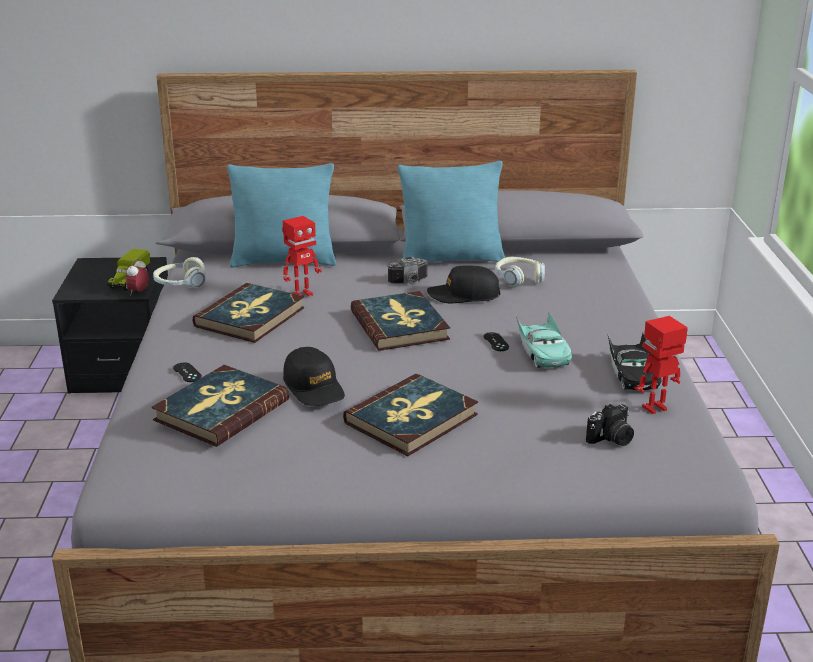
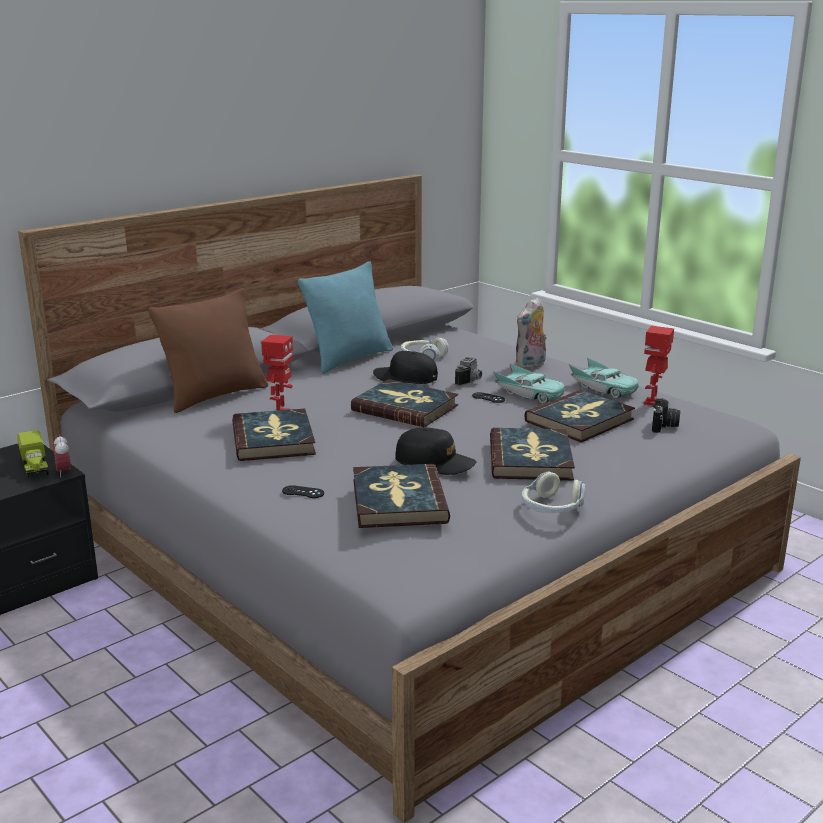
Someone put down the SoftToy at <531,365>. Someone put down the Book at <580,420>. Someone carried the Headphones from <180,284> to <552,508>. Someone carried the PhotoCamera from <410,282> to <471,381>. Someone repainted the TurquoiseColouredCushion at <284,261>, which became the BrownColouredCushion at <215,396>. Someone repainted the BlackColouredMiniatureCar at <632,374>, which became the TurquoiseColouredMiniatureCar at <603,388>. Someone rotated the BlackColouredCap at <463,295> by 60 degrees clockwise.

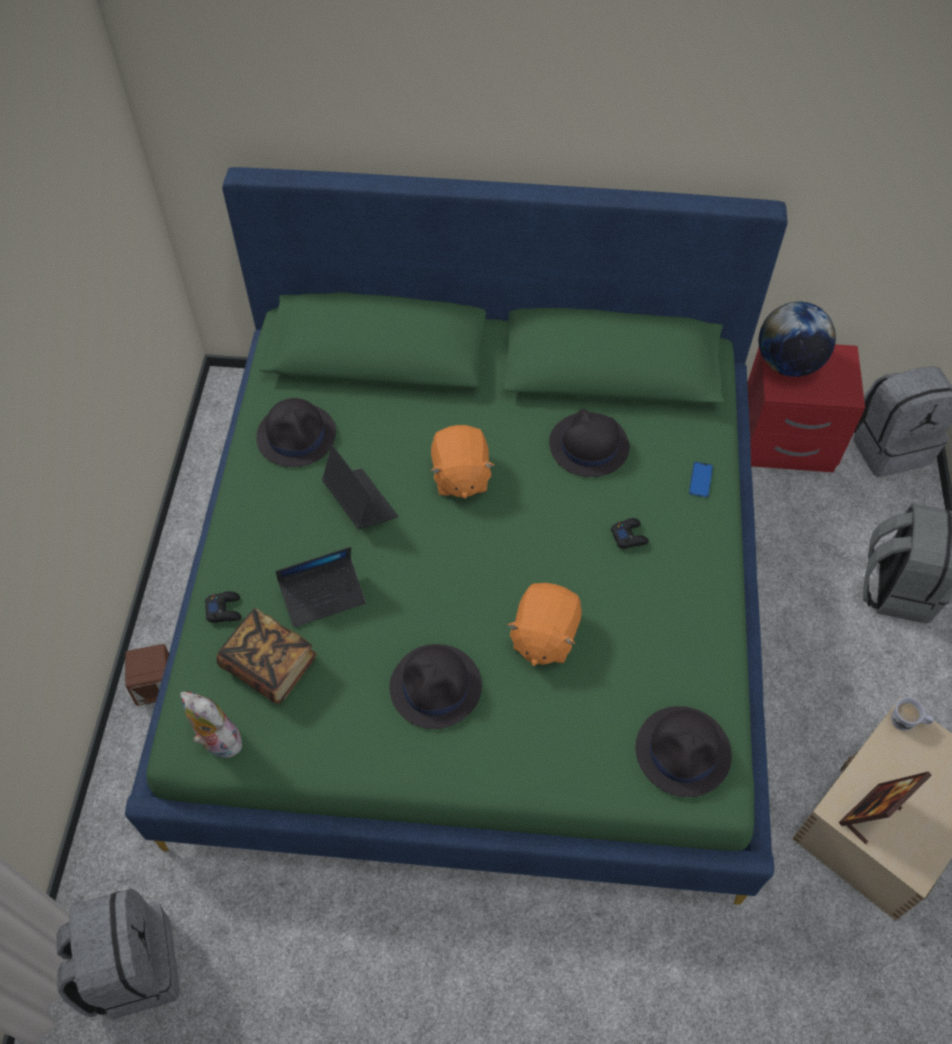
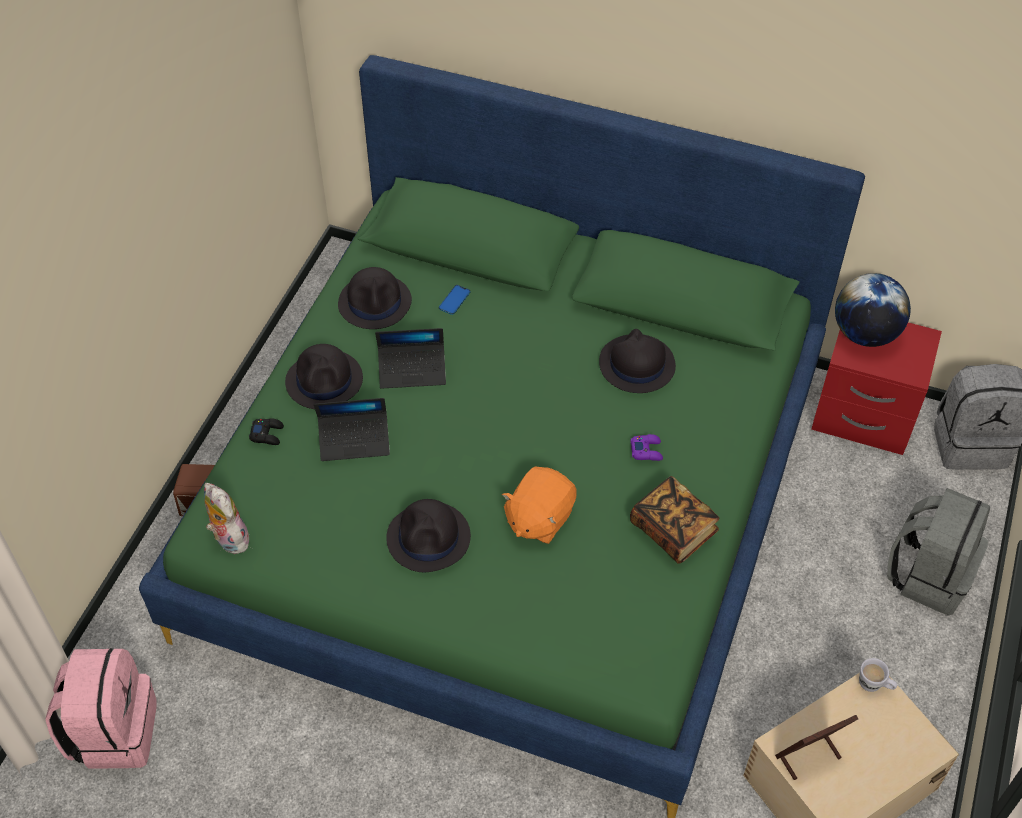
Someone took away the OrangeSoftToy at <460,476>. Someone carried the Book from <270,665> to <673,530>. Someone carried the BlackColouredClothingHat from <683,751> to <325,381>. Someone carried the Handset from <700,480> to <454,300>. Someone repainted the GrayRucksack at <132,967>, which became the PinkColouredRucksack at <114,731>. Someone repainted the BlackColouredJoypad at <629,536>, which became the PurplishJoypad at <646,450>. Someone rotated the PortableComputer at <360,502> by 105 degrees clockwise.

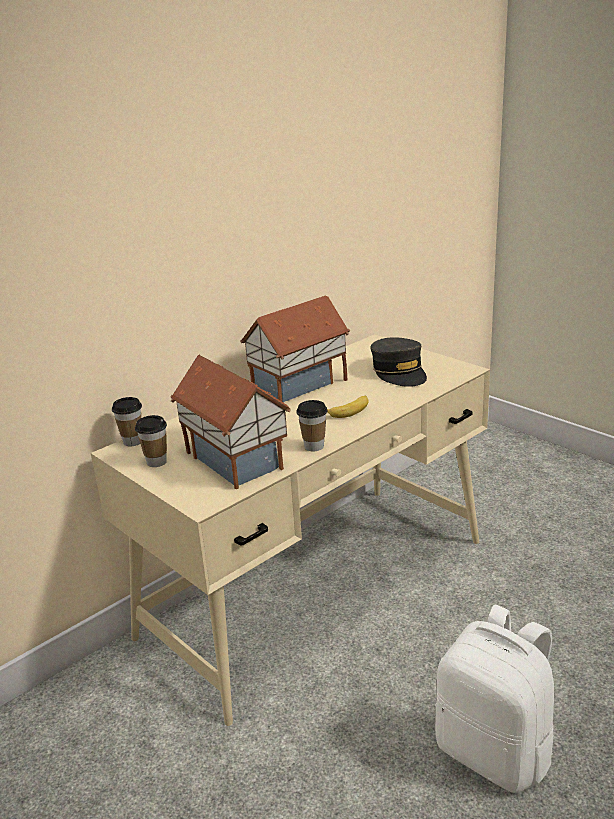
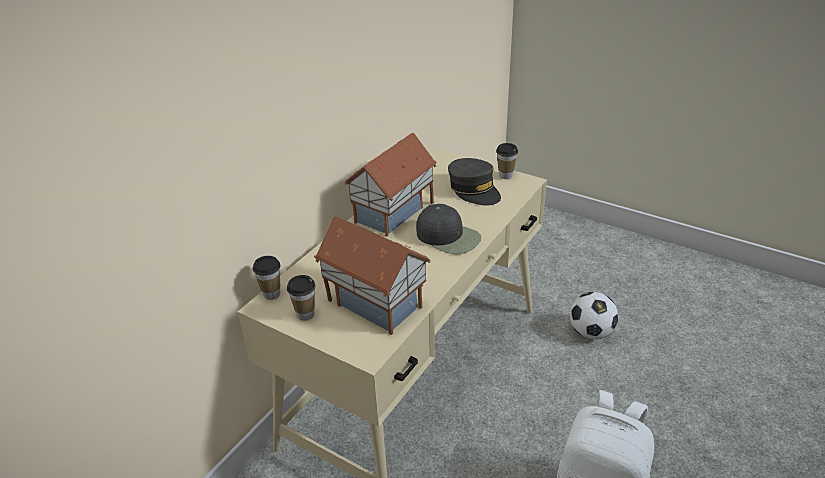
Someone put down the FootballBall at <590,332>. Someone carried the DrinkingCup from <314,446> to <505,175>. Someone swapped the BananaFruit at <347,410> for the BlackColouredCap at <448,236>.

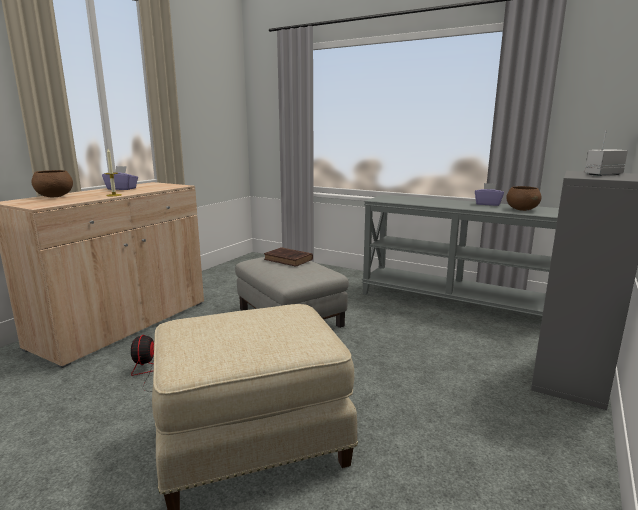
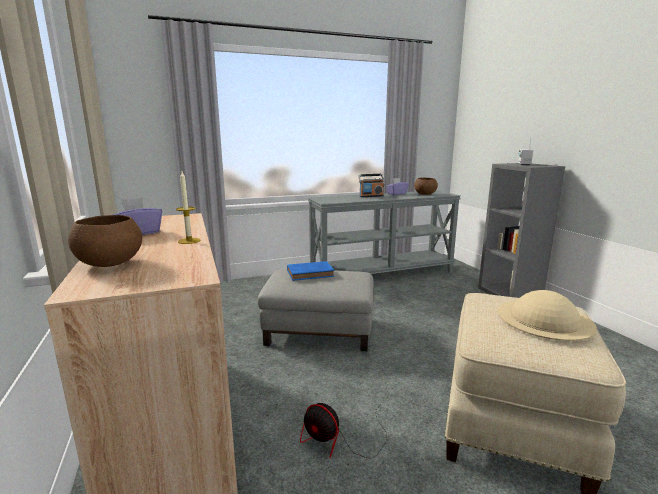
Someone put down the RadioSet at <371,196>. Someone put down the SandColouredClothingHat at <544,318>. Someone repainted the BrownColouredBook at <289,260>, which became the BlueColouredBook at <311,273>.

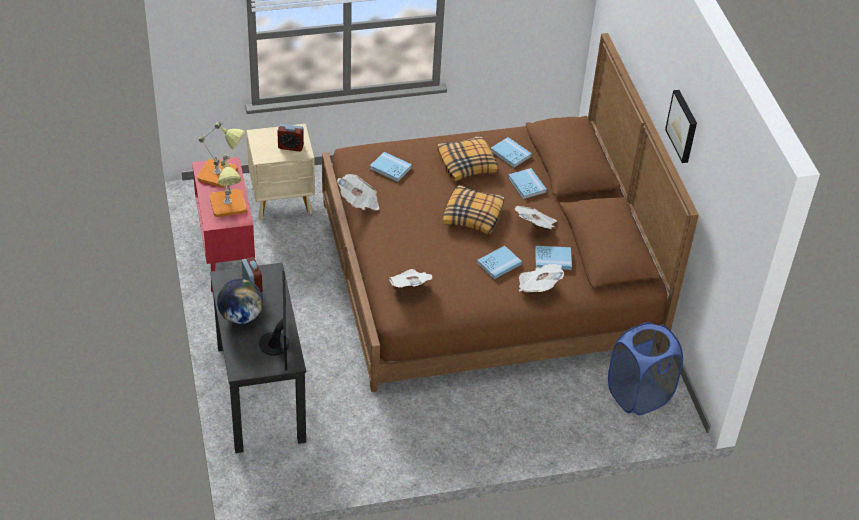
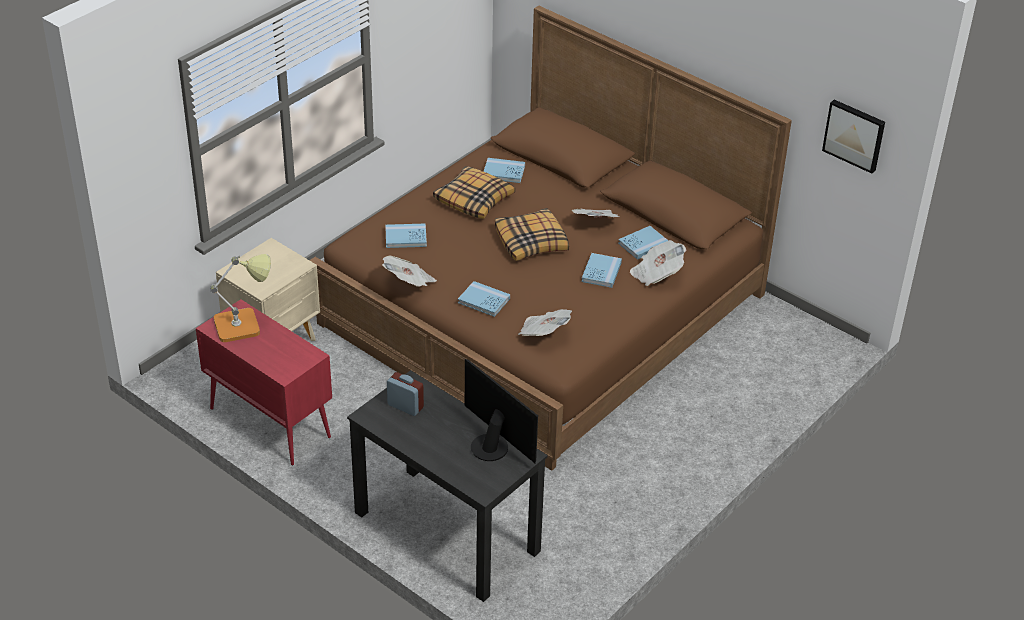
Someone took away the TableLamp at <229,207>. Someone took away the WorldGlobe at <241,316>. Someone took away the BedsideClock at <291,146>. Someone took away the BlueColouredLaundryBasket at <638,395>. Someone carried the BlueColouredBook from <527,185> to <484,301>. Someone carried the WallPicture from <683,126> to <854,135>.

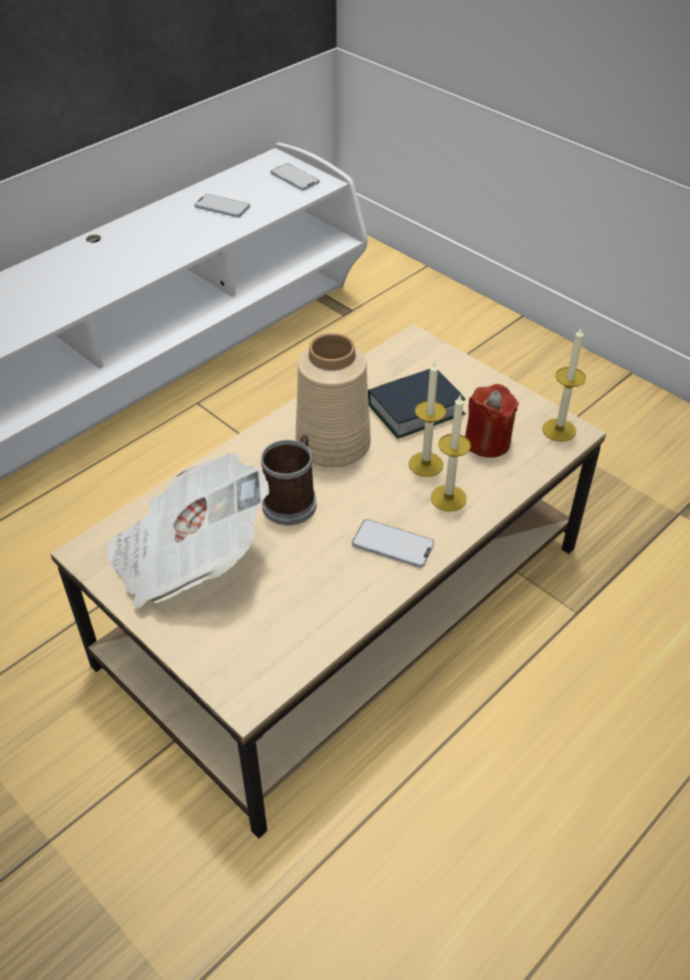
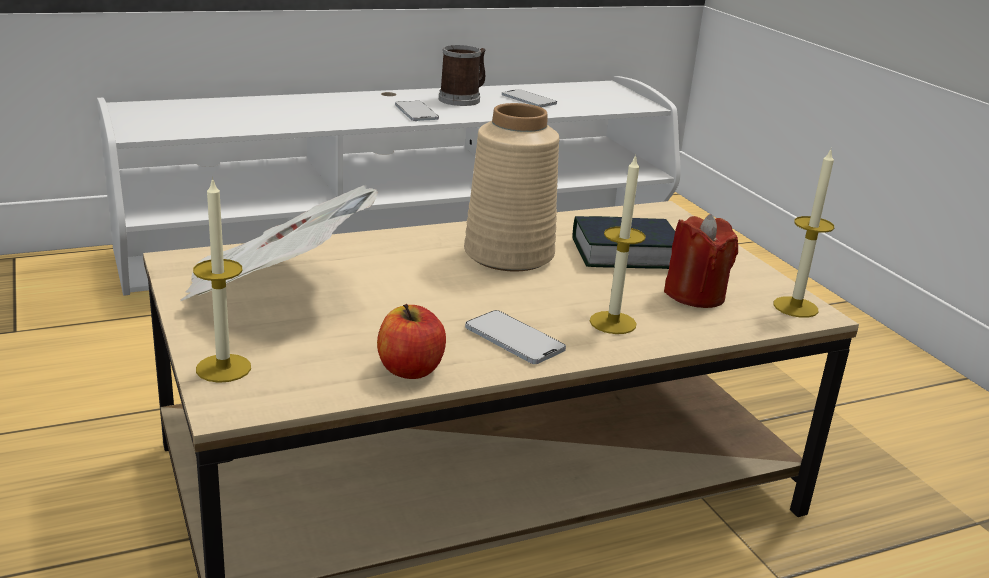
Someone put down the Apple at <410,369>. Someone carried the Mug from <292,500> to <463,99>. Someone carried the Handset from <294,178> to <416,112>. Someone carried the WaxLight from <425,464> to <223,368>.

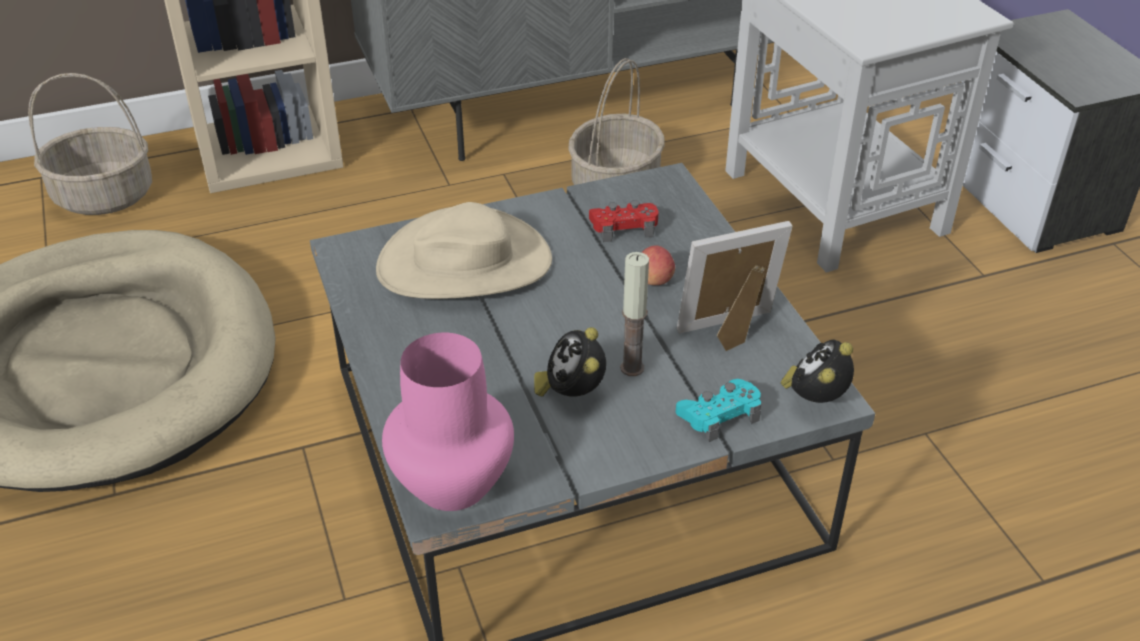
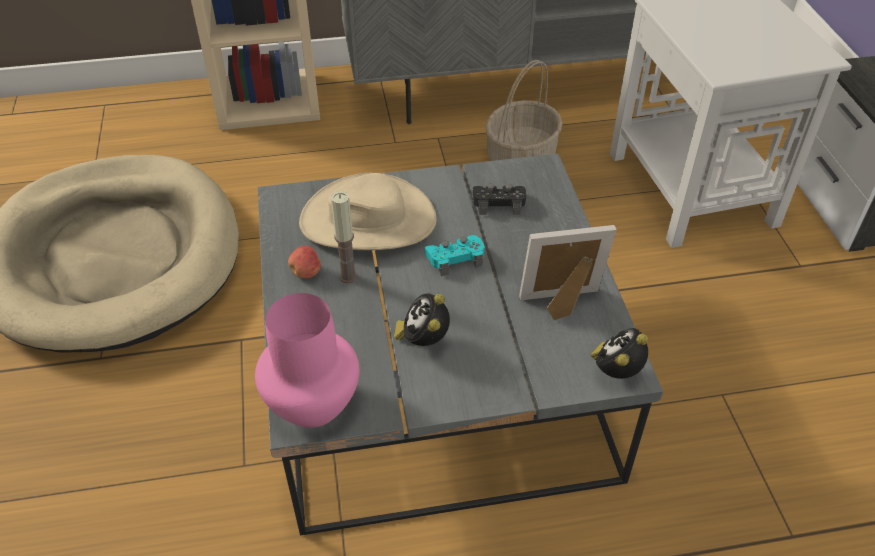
Someone took away the StorageBasket at <103,197>. Someone carried the WaxLight from <632,368> to <348,276>. Someone carried the Apple from <654,280> to <306,272>. Someone carried the TurquoiseColouredJoypad from <719,415> to <455,259>. Someone repainted the RedJoypad at <624,227>, which became the BlackColouredJoypad at <499,203>.

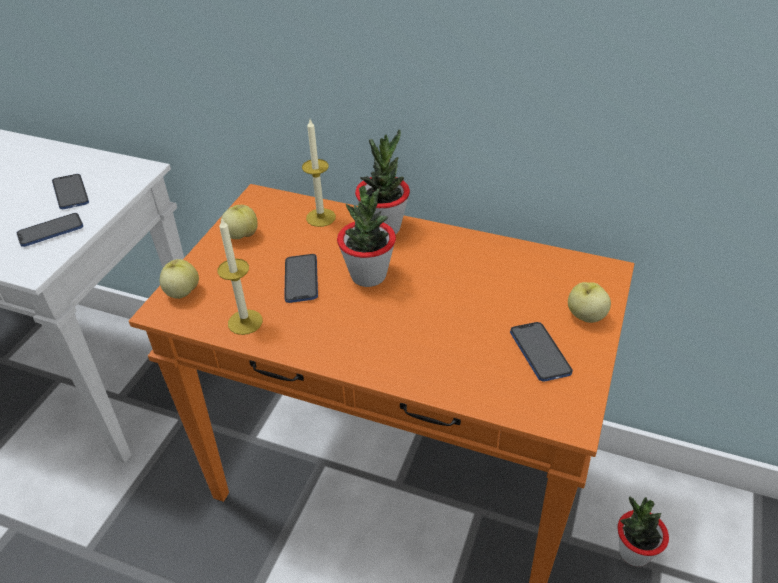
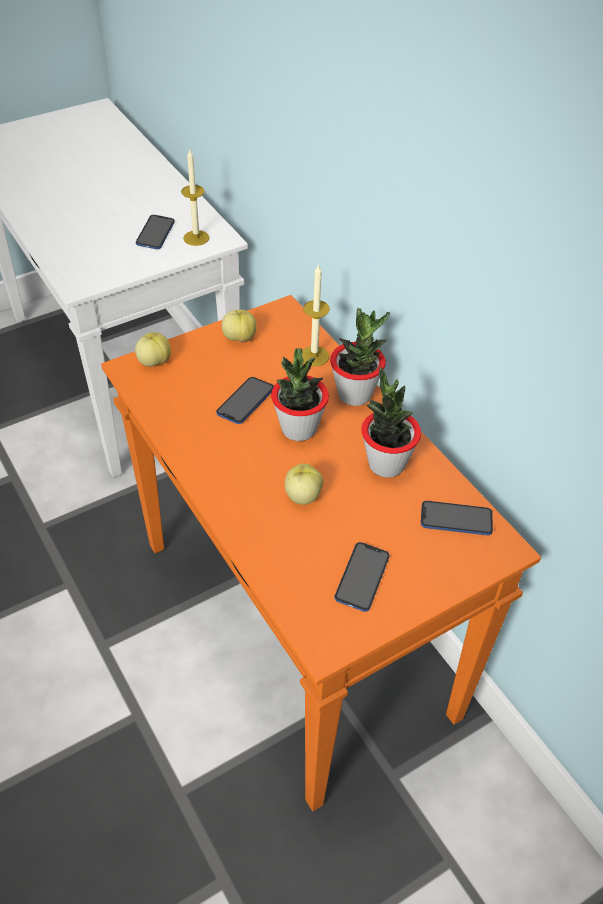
Someone carried the Handset from <51,231> to <456,519>. Someone carried the WaxLight from <245,322> to <196,238>. Someone carried the Apple from <585,316> to <302,496>. Someone carried the PottedPlant from <634,552> to <386,464>.

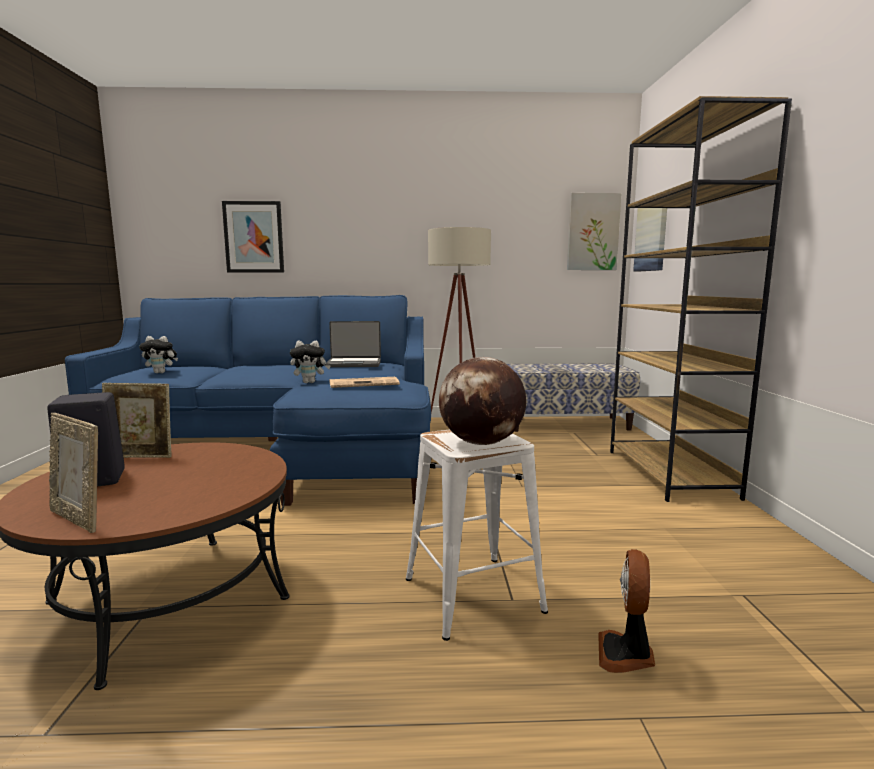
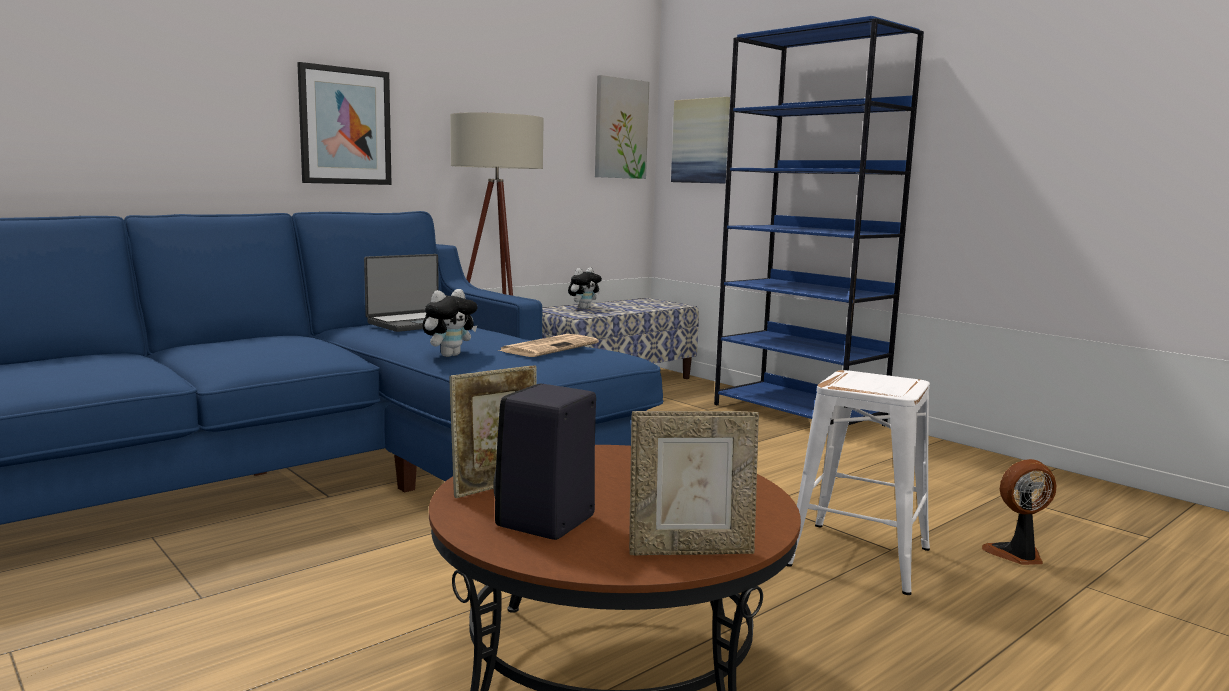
Someone took away the WorldGlobe at <481,443>. Someone carried the SoftToy from <161,372> to <584,308>. Someone carried the WallPicture from <254,237> to <345,126>. Someone repainted the BrownColouredBookcase at <670,473>, which became the BlueColouredBookcase at <799,415>. Someone rotated the Fan at <626,654> by 105 degrees clockwise.

